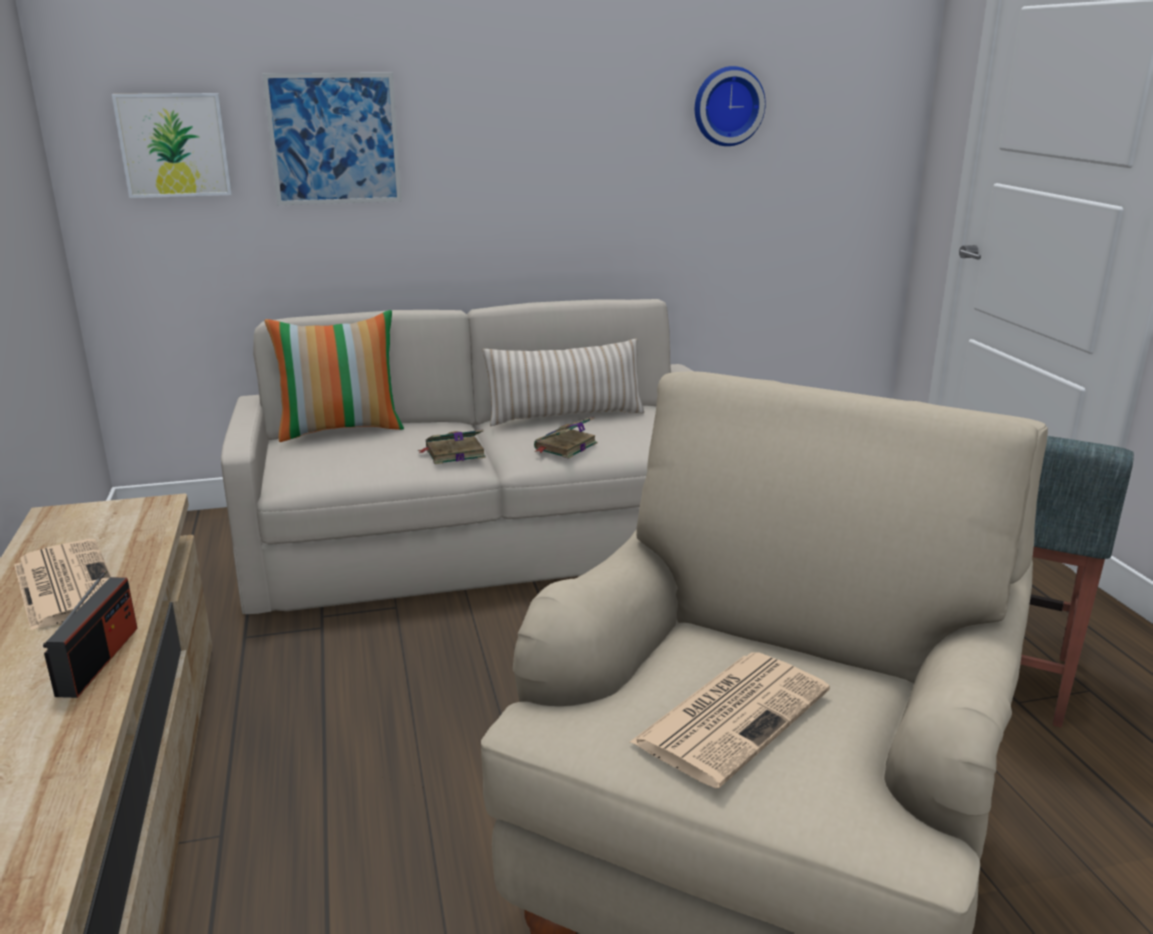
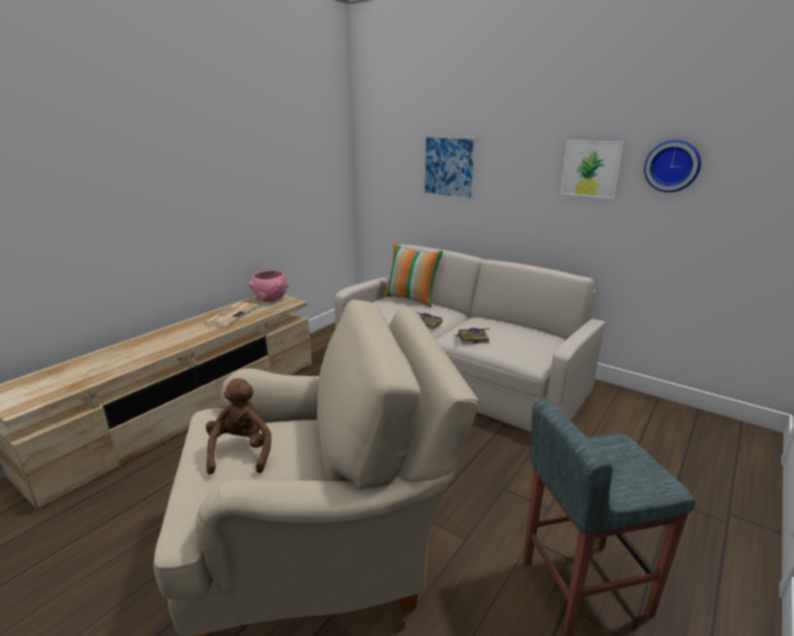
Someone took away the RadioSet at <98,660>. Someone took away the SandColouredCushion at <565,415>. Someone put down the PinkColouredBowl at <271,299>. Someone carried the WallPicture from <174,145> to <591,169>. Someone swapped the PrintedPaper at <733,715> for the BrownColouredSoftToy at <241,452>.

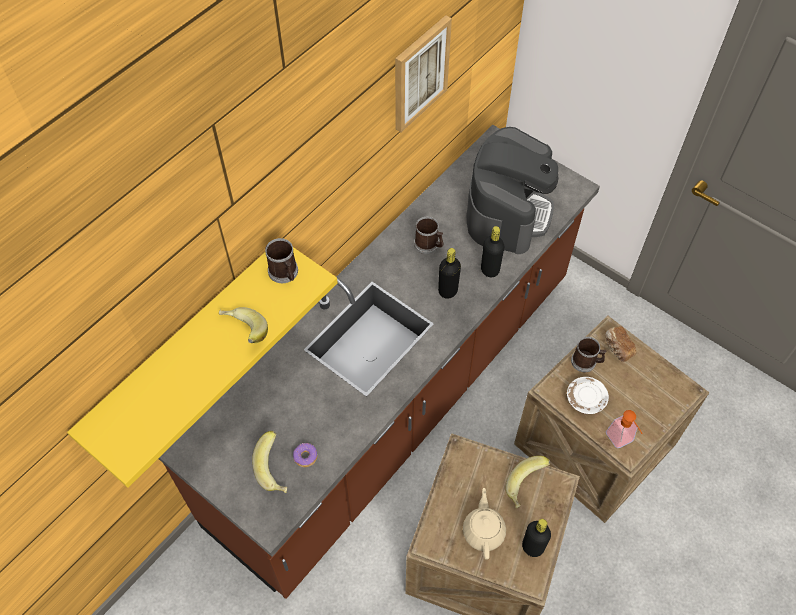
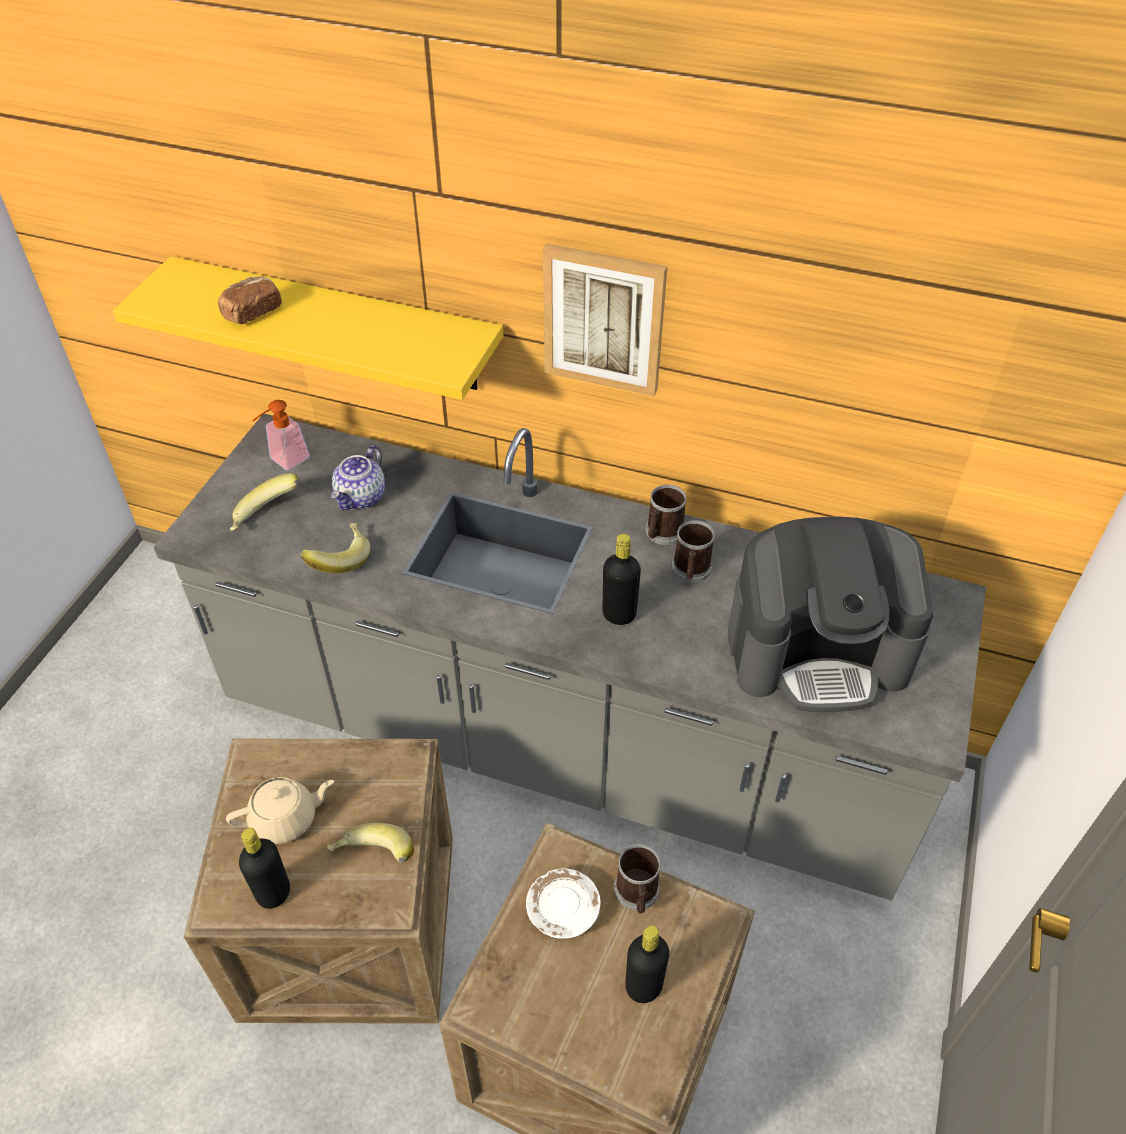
Someone took away the Donut at <305,457>. Someone put down the TeaPot at <361,497>. Someone carried the BananaFruit from <243,333> to <339,560>. Someone carried the Mug from <285,273> to <662,533>. Someone carried the WallPicture from <419,73> to <604,319>. Someone carried the BlackColouredDrinkBottle from <490,270> to <643,986>. Someone carried the Bread from <617,348> to <252,312>. Someone carried the SoapDispenser from <622,440> to <284,462>. Someone repainted the BrownColouredKitchenBaseUnit at <398,399>, which became the GrayKitchenBaseUnit at <563,742>.

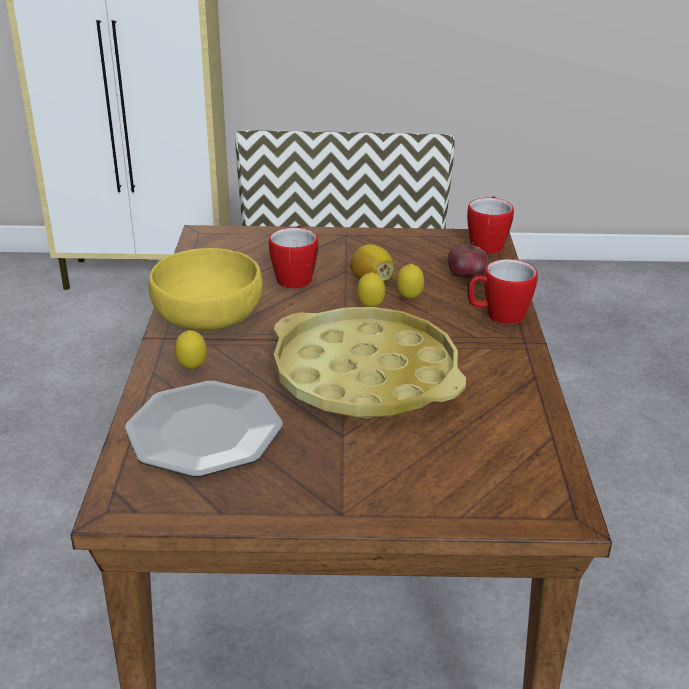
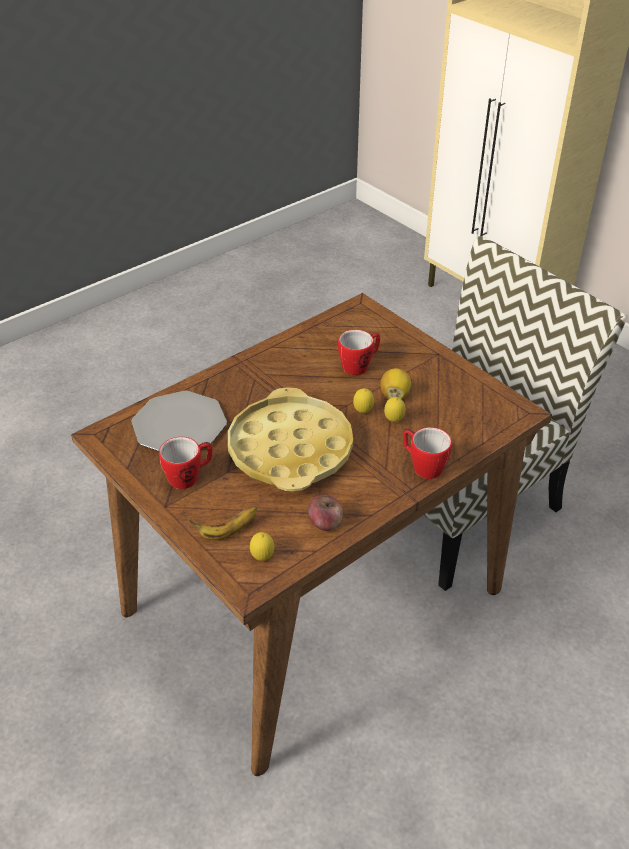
Someone took away the YellowColouredBowl at <207,316>. Someone put down the BananaFruit at <227,532>. Someone carried the Lemon from <192,369> to <262,558>. Someone carried the Apple from <466,276> to <325,523>. Someone carried the Mug from <487,244> to <189,476>.

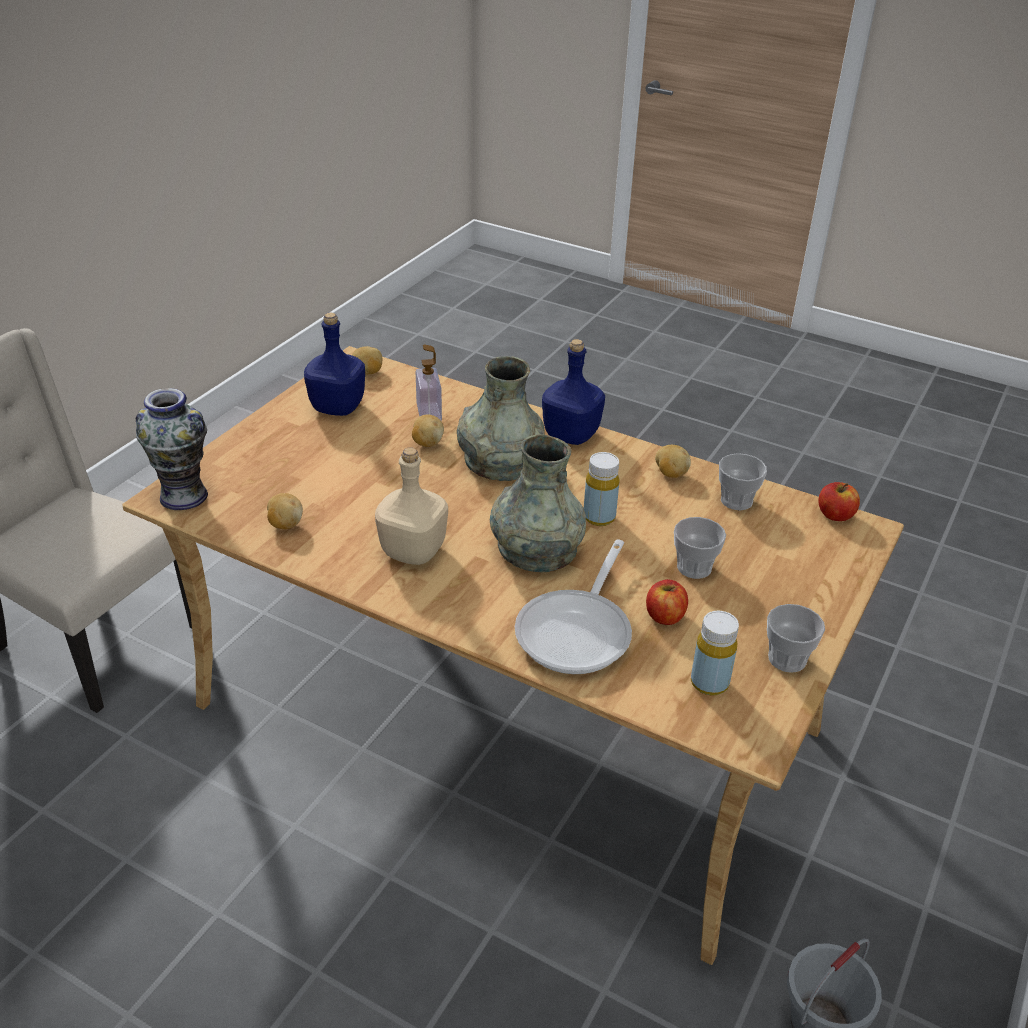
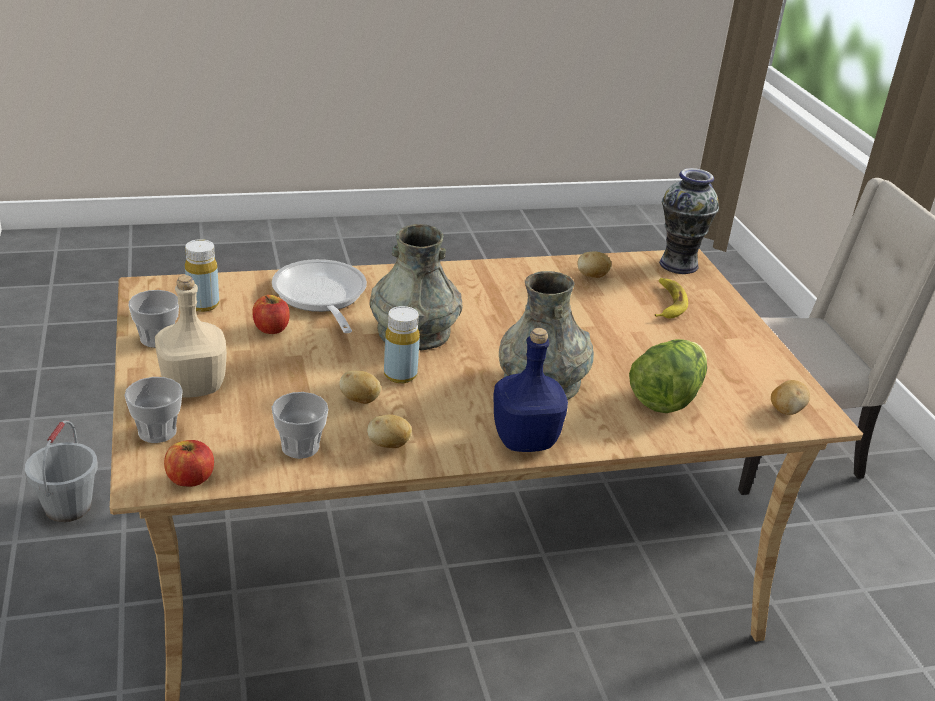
Someone took away the BlueColouredDrinkBottle at <338,407>. Someone put down the BananaFruit at <667,303>. Someone carried the SandColouredDrinkBottle from <412,552> to <193,386>. Someone carried the Spud from <427,443> to <360,400>. Someone carried the DrinkingCup from <694,567> to <157,432>. Someone swapped the SoapDispenser at <429,413> for the Lettuce at <666,398>.

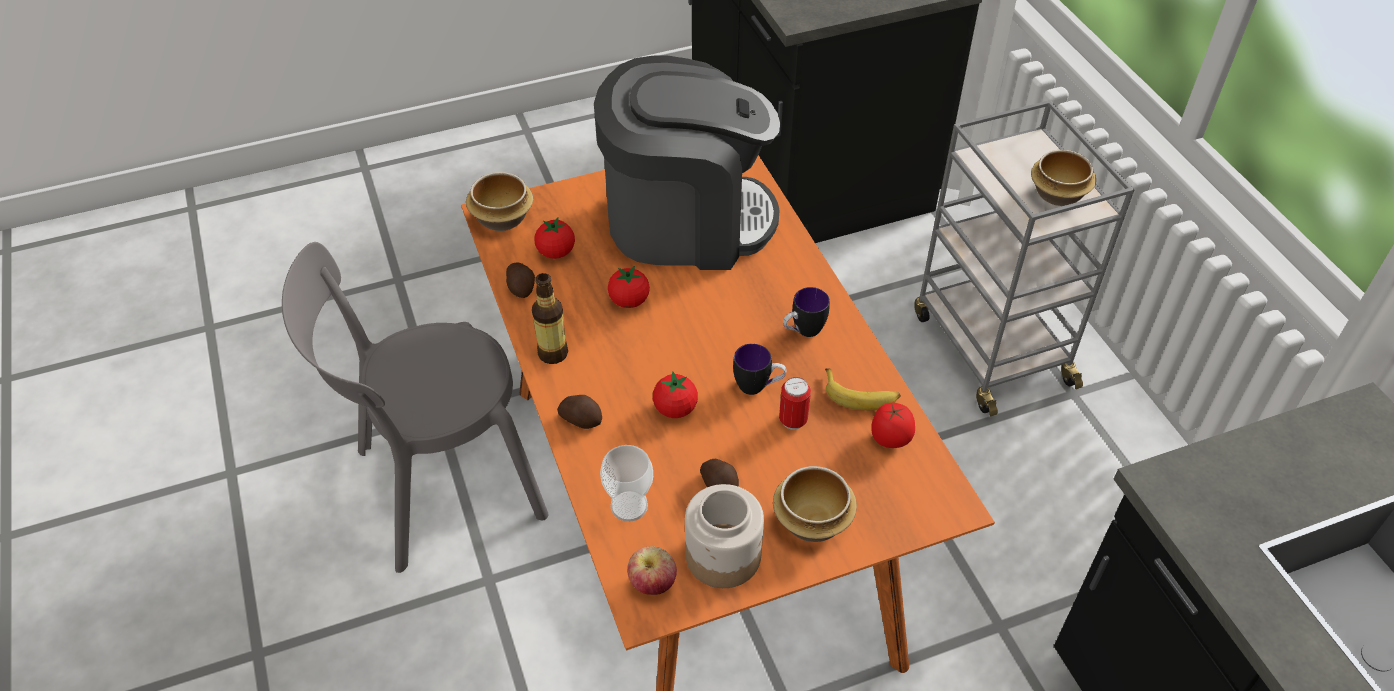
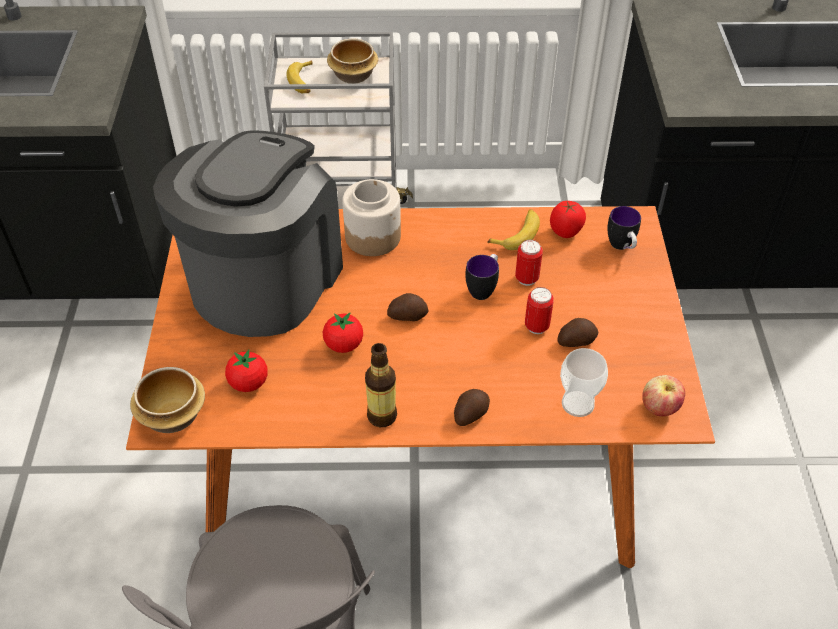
Someone took away the FreshTomato at <675,409>. Someone took away the Bowl at <812,522>. Someone put down the BananaFruit at <303,82>. Someone put down the Can at <536,326>. Someone carried the Spud from <521,287> to <407,315>. Someone carried the Jar from <724,555> to <373,236>. Someone carried the Mug from <802,332> to <622,247>.

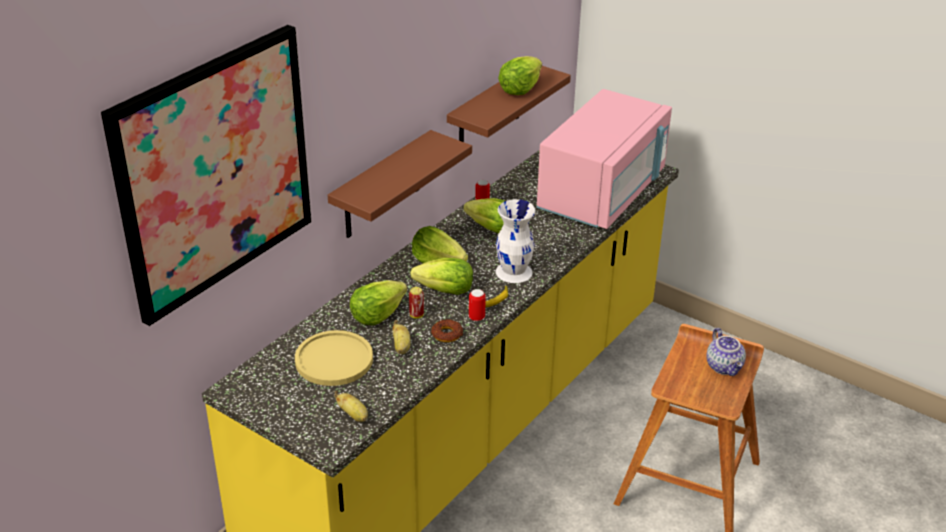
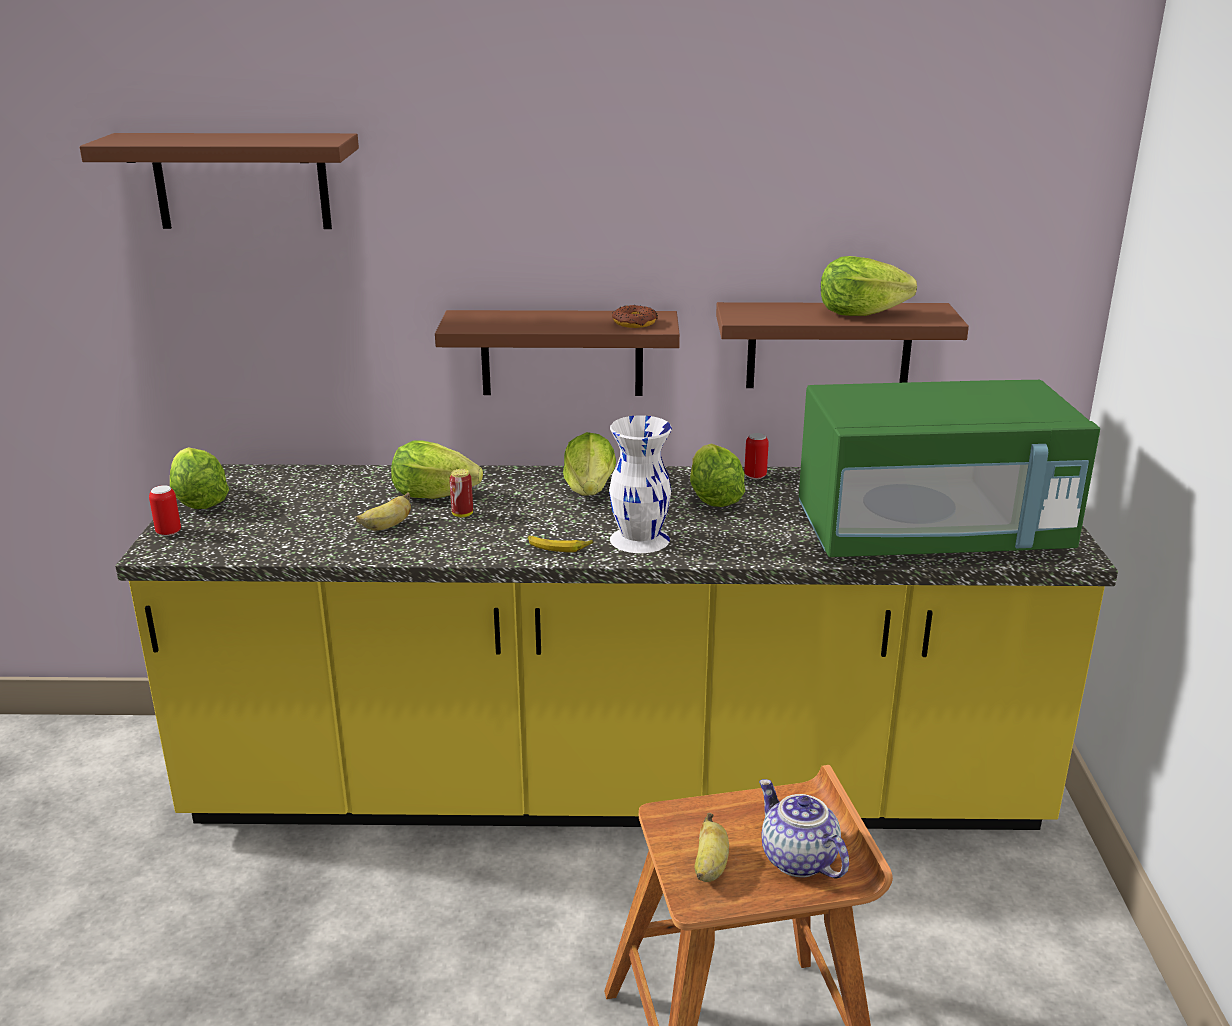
Someone took away the YellowColouredFlatDish at <334,360>. Someone carried the BananaFruit from <353,415> to <710,867>. Someone carried the Lettuce from <445,291> to <199,501>. Someone carried the Donut from <447,334> to <634,323>. Someone carried the Can from <476,317> to <168,532>. Someone swapped the WallPicture at <215,172> for the BrownColouredShelf at <241,181>. Someone repainted the PinkColouredMicrowaveOven at <602,193>, which became the GreenColouredMicrowaveOven at <931,536>. Someone rotated the TeaPot at <725,367> by 105 degrees clockwise.

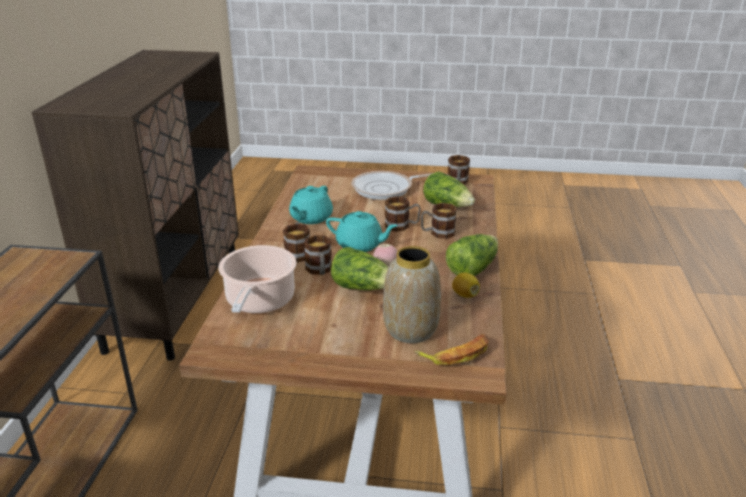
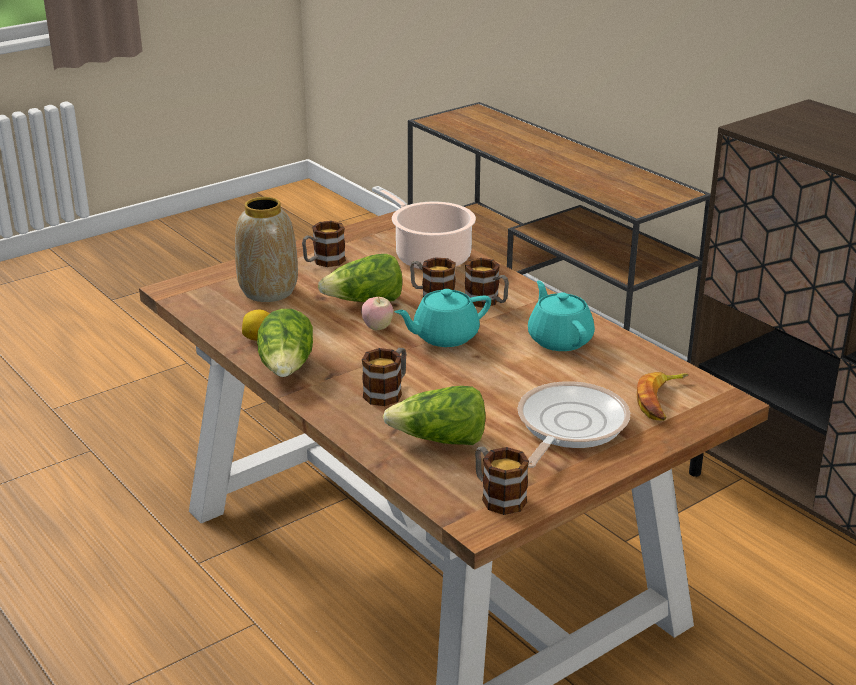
Someone carried the Mug from <402,226> to <323,262>. Someone carried the BananaFruit from <456,354> to <661,401>.

